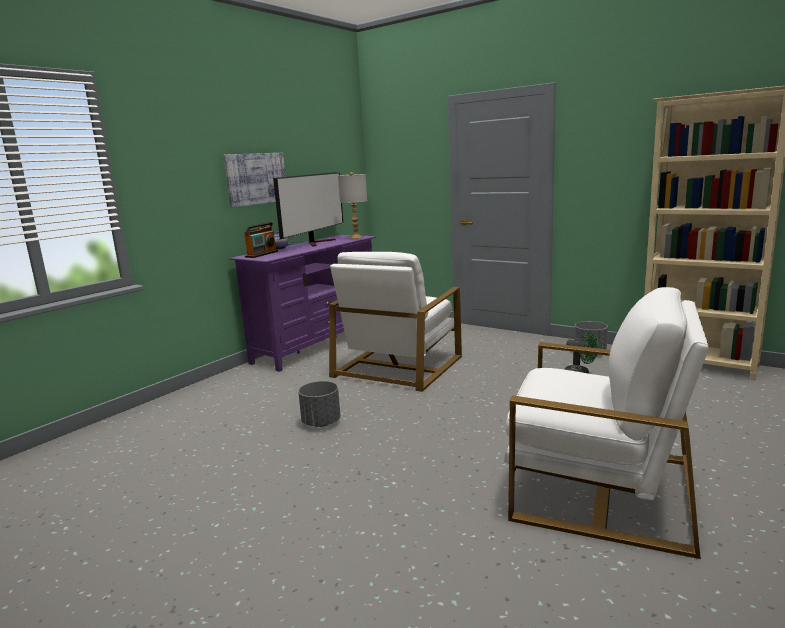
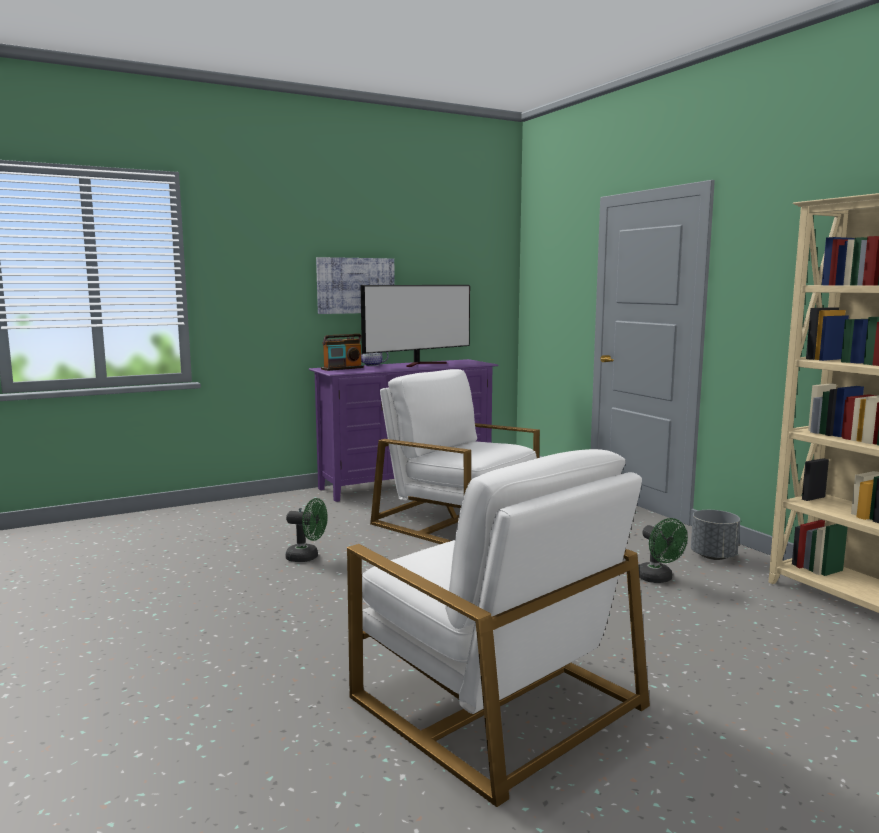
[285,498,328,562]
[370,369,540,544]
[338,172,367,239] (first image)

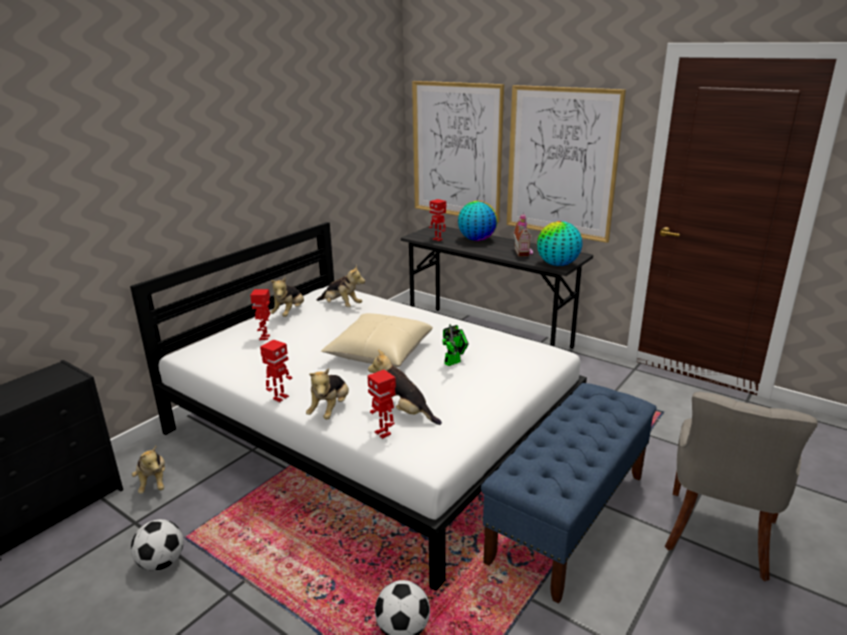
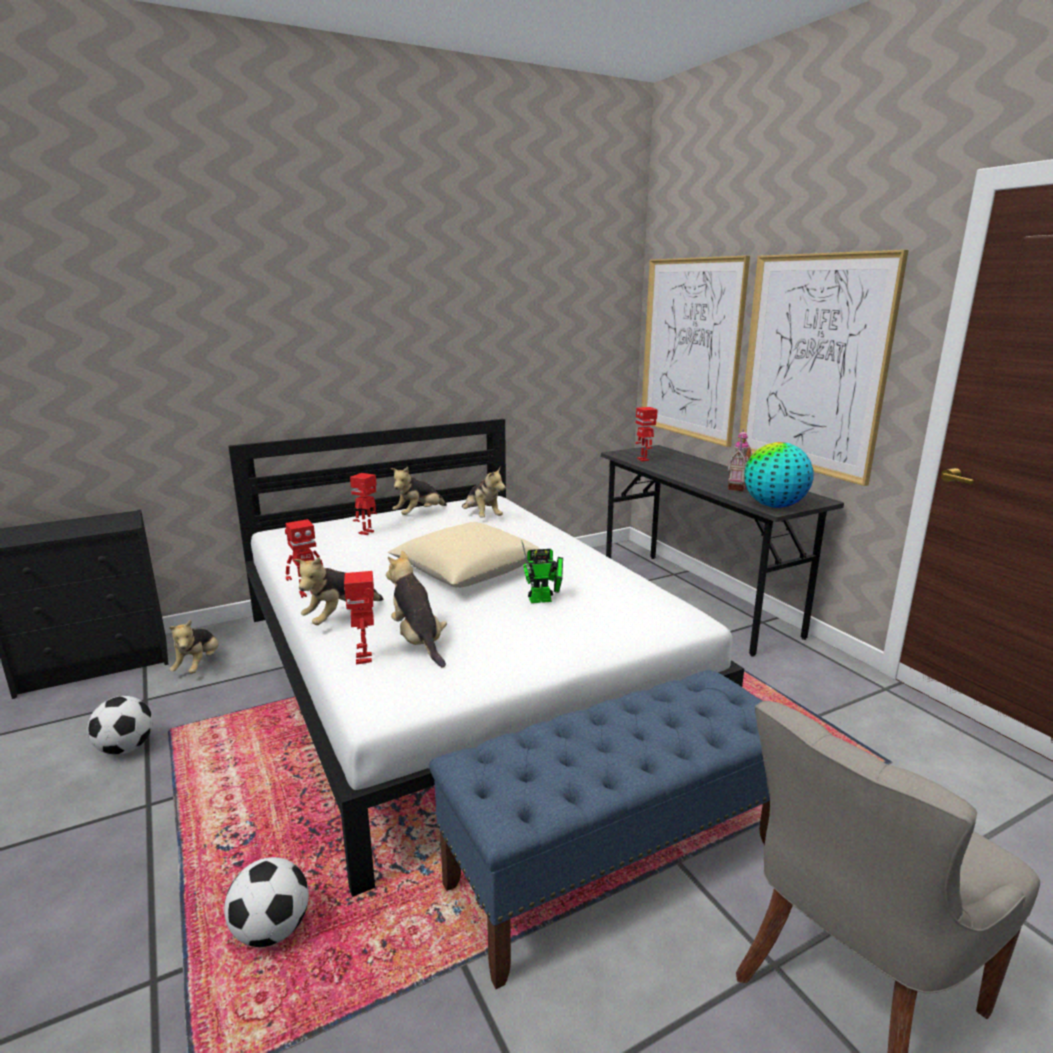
[458,201,498,241] (first image)

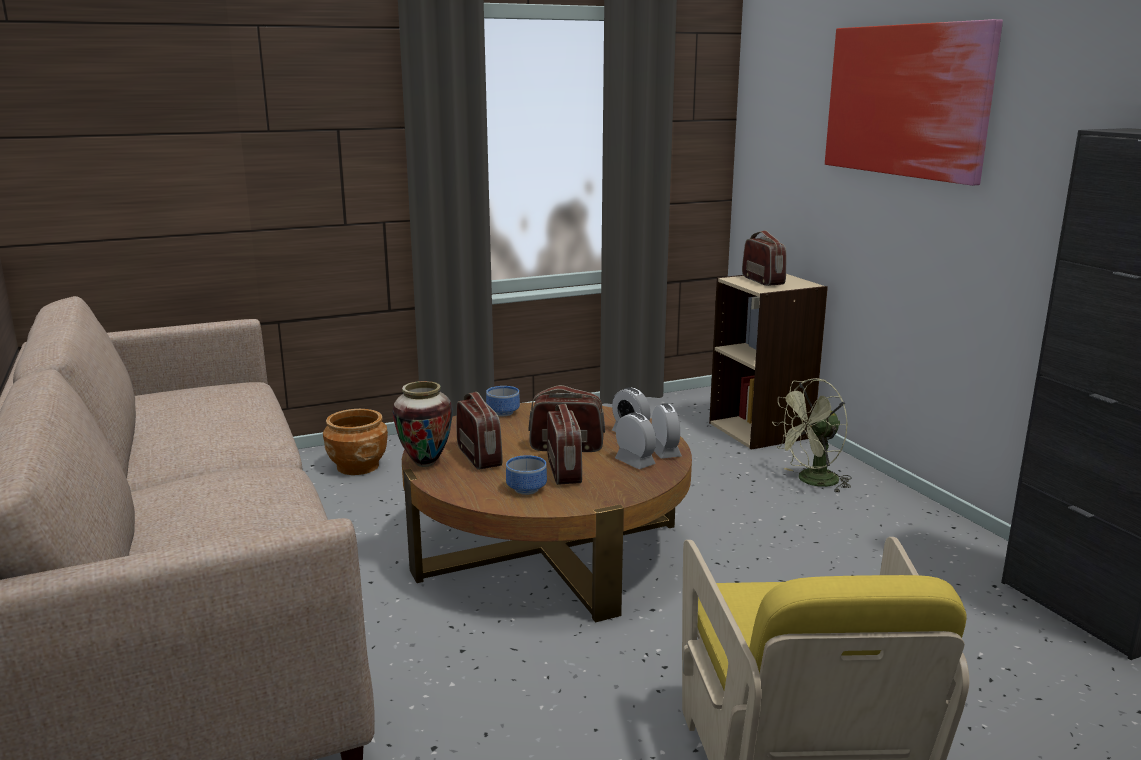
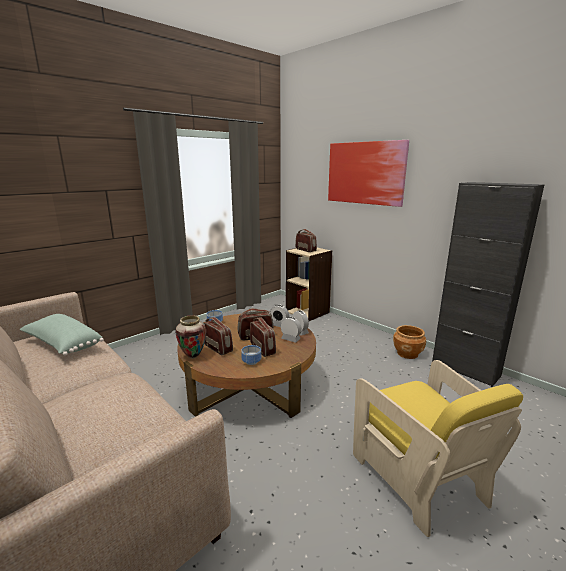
[393,325,426,359]
[772,378,851,493] (first image)
[20,314,104,356]

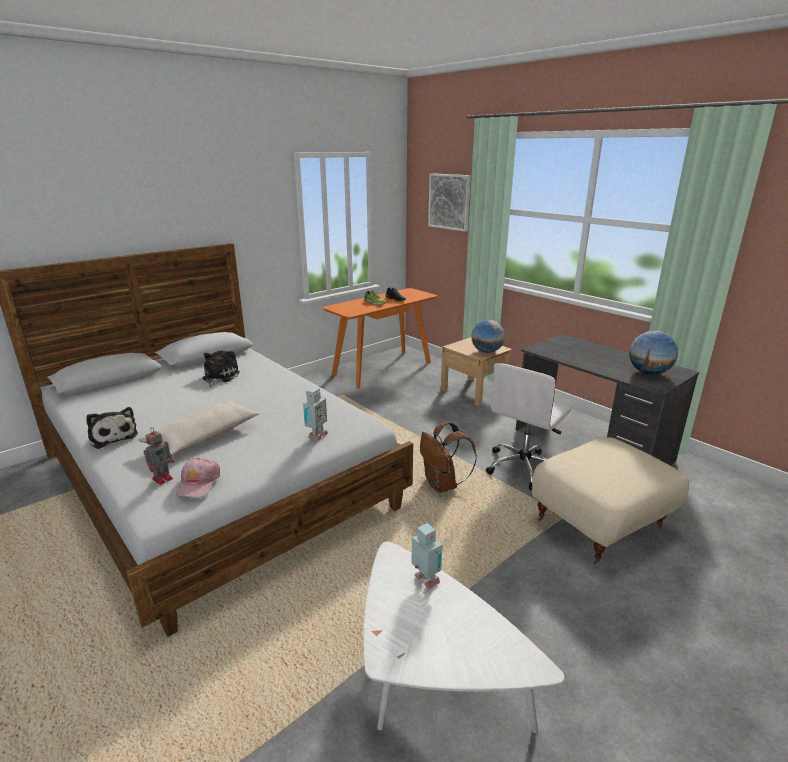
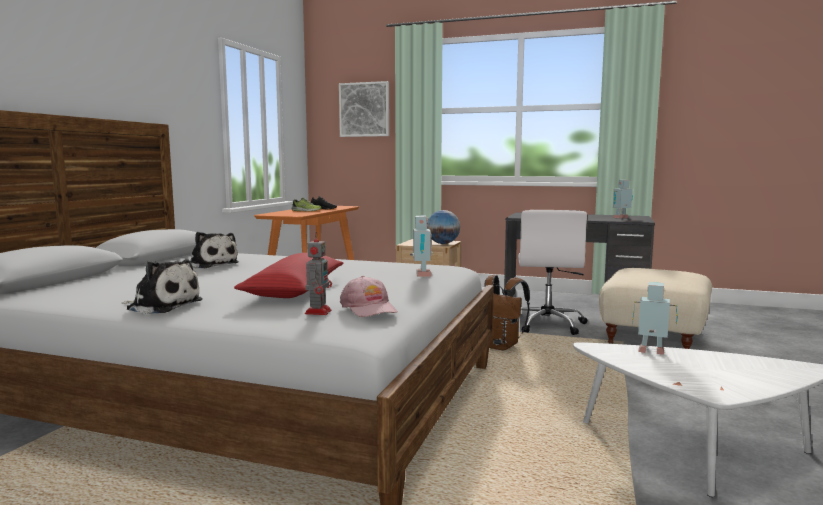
[234,253,343,298]
[190,232,239,268]
[612,180,633,218]

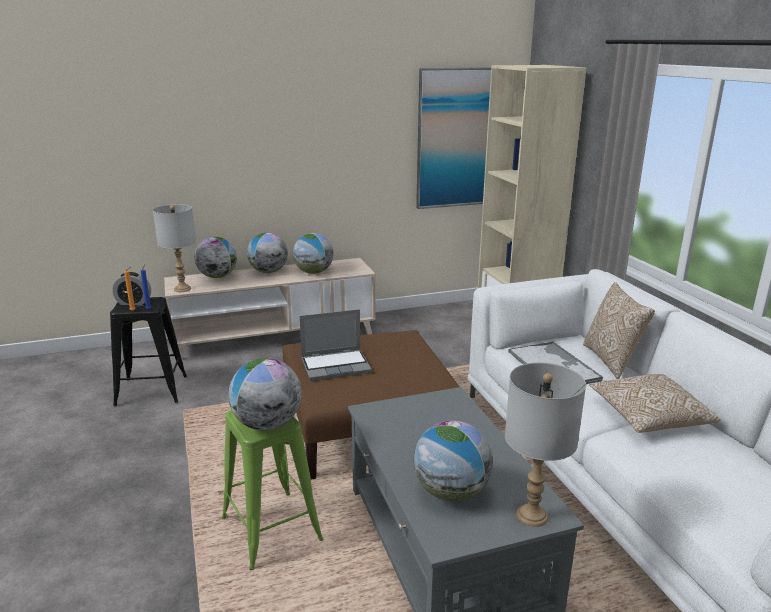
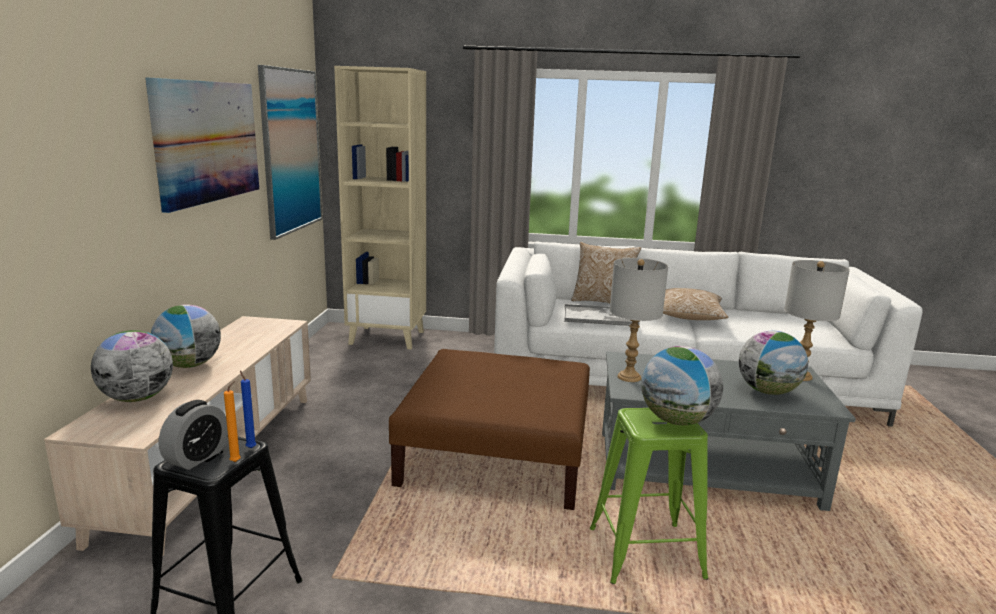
[609,258,668,382]
[293,233,333,274] (first image)
[300,309,372,381] (first image)
[145,78,259,213]

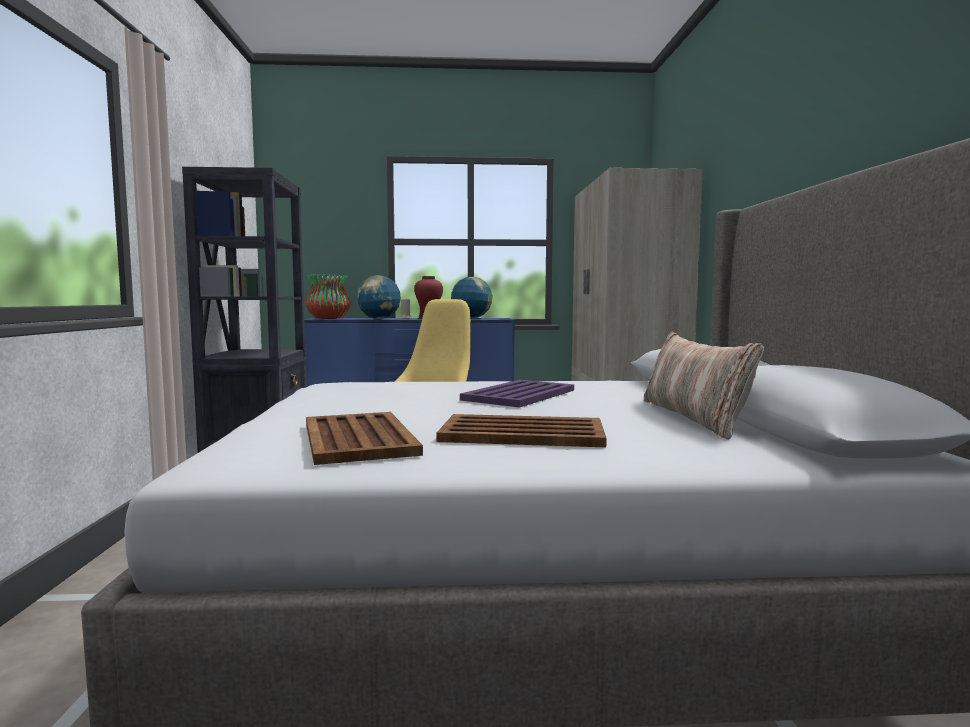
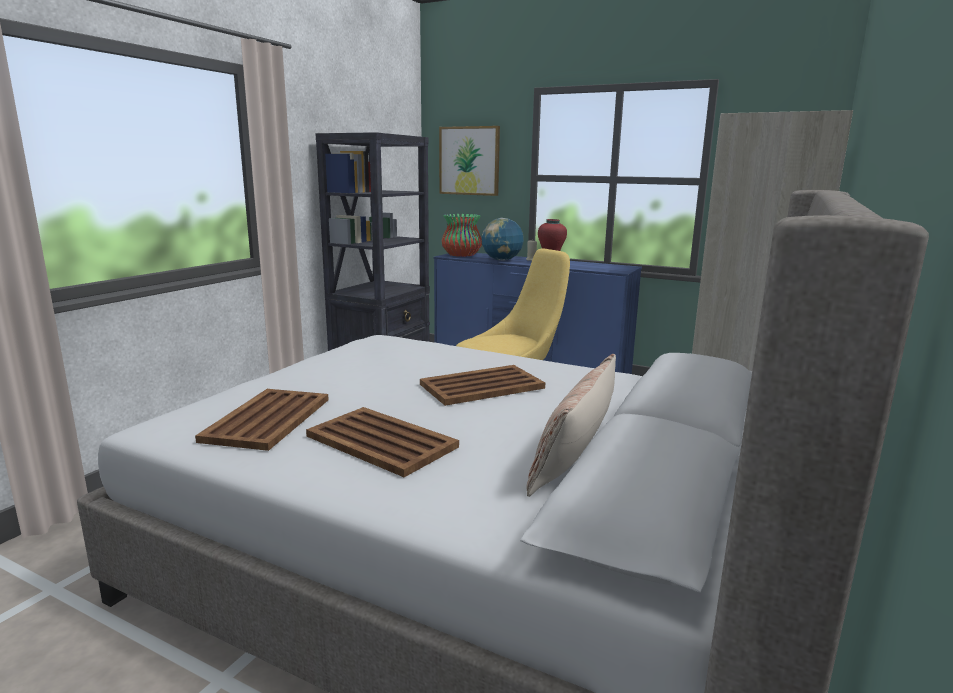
[451,277,492,318] (first image)
[420,365,545,406]
[439,126,500,196]

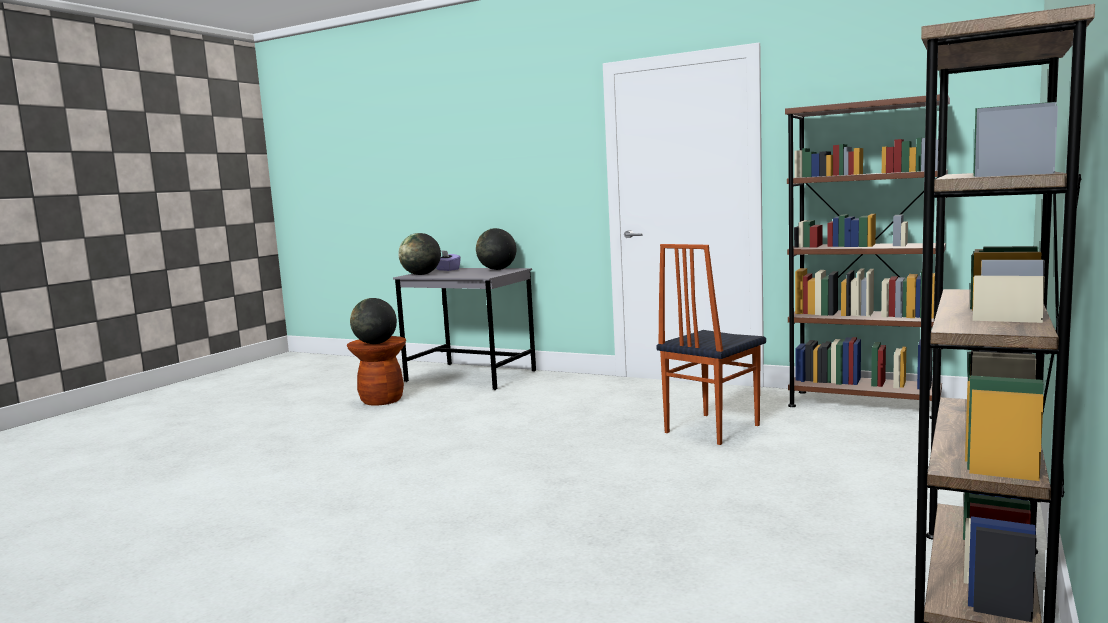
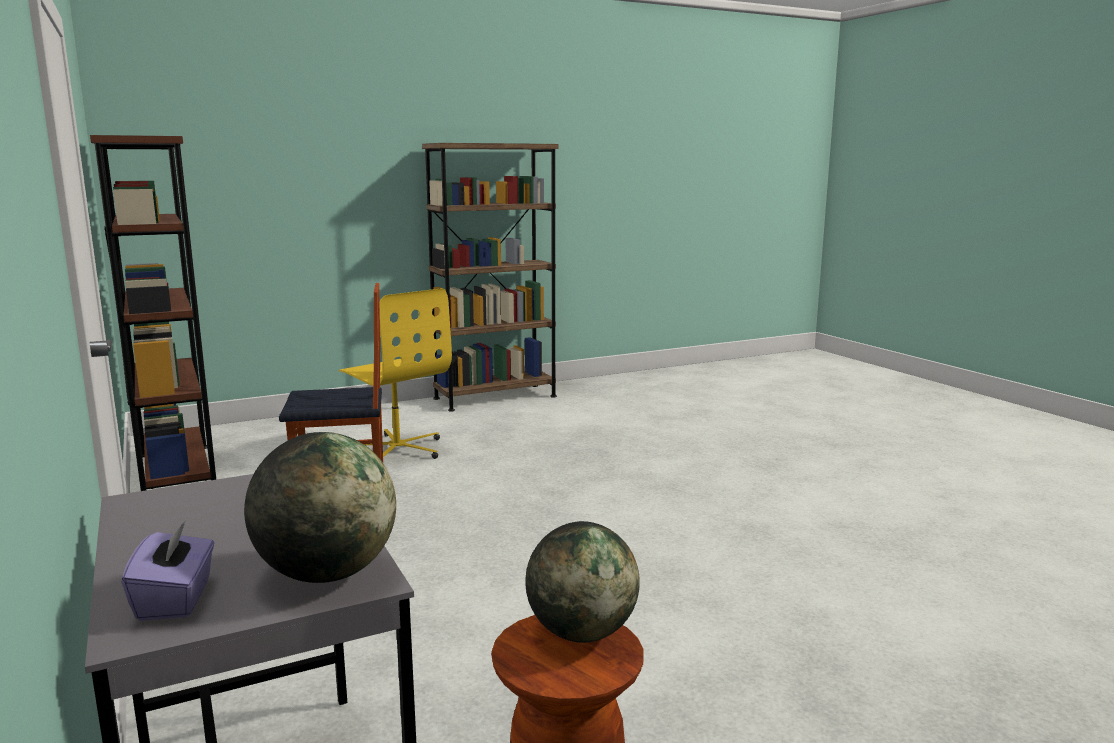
[476,228,516,270] (first image)
[339,288,452,459]

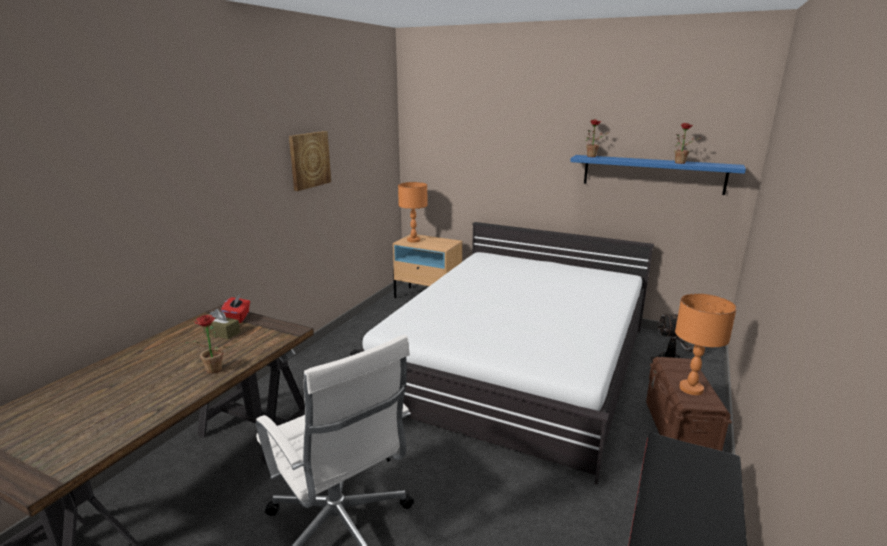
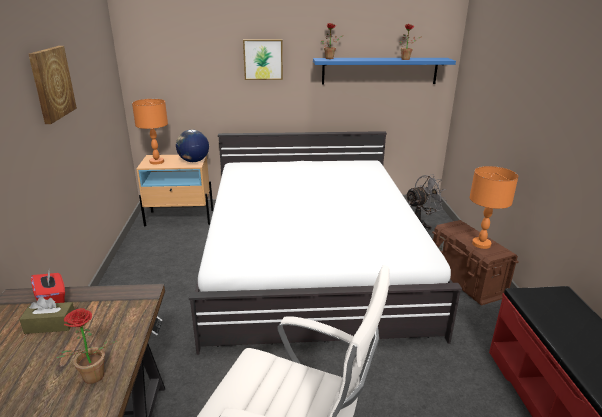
[176,130,209,162]
[243,39,283,80]

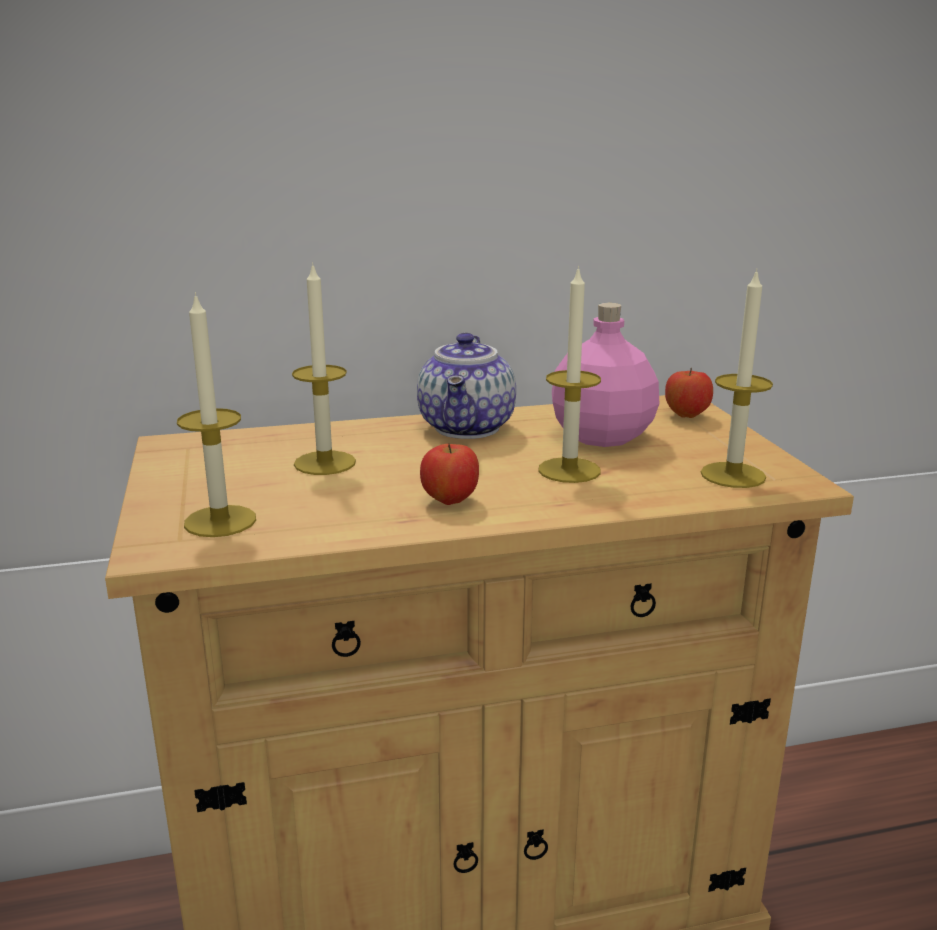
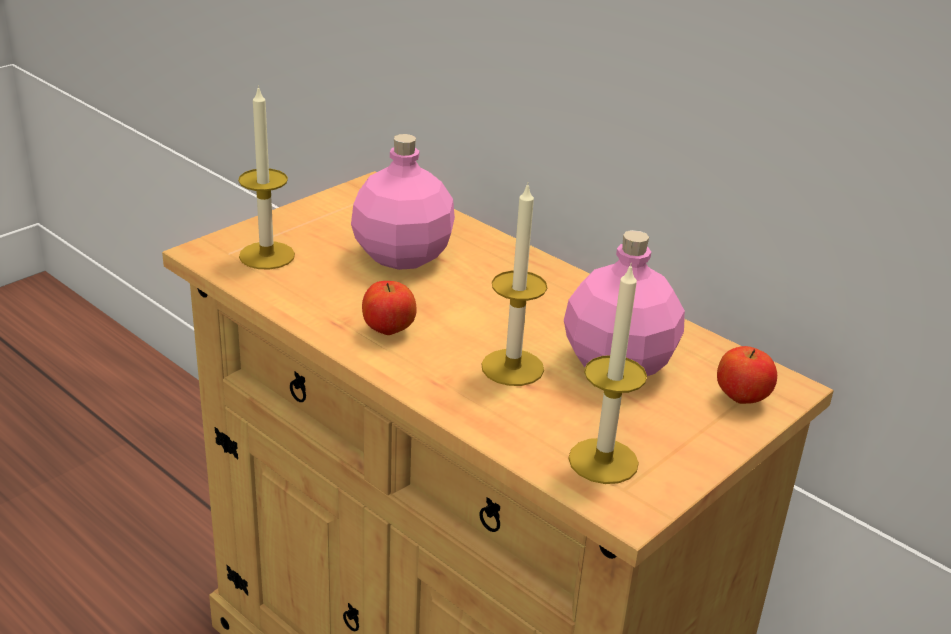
[351,134,455,270]
[417,333,516,439] (first image)

